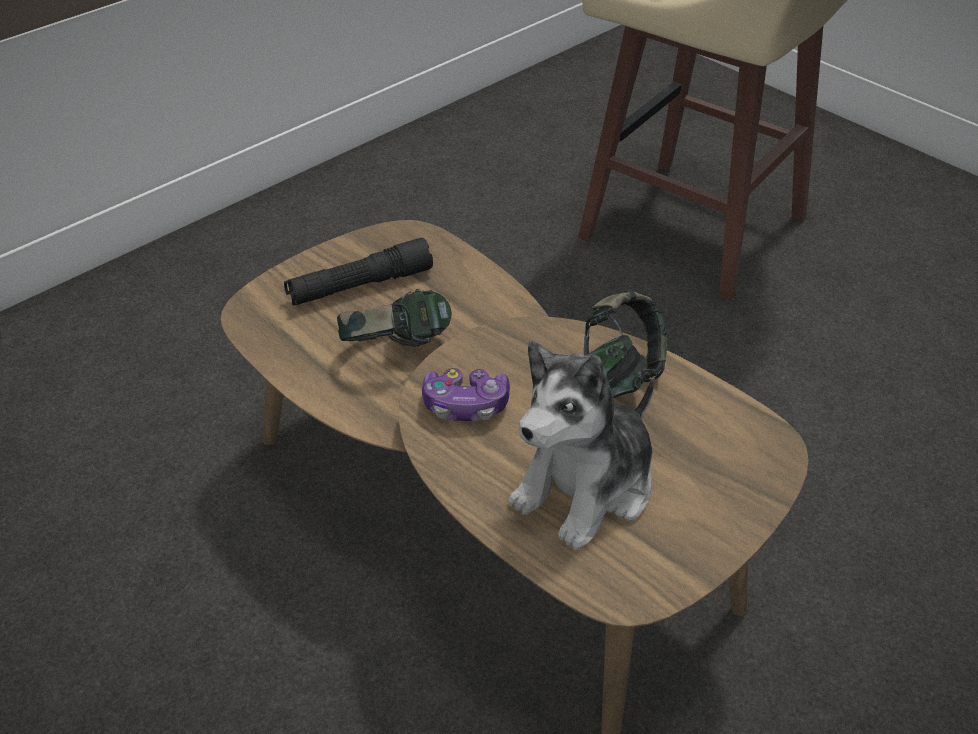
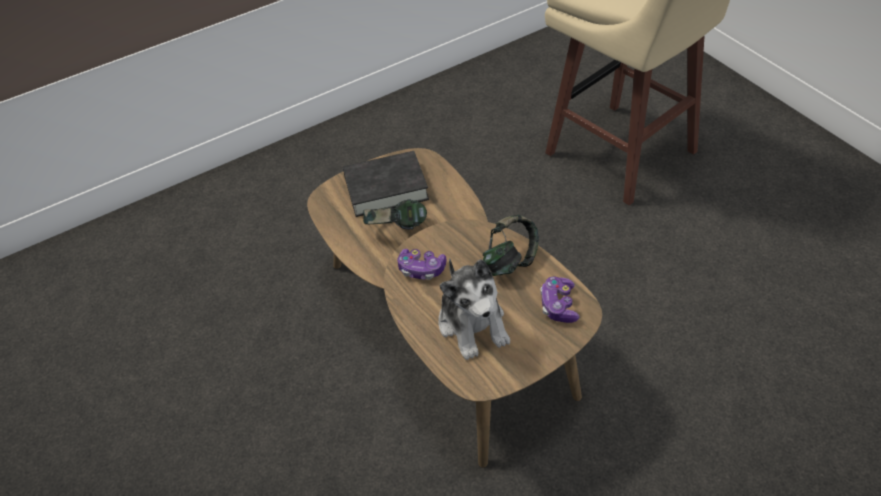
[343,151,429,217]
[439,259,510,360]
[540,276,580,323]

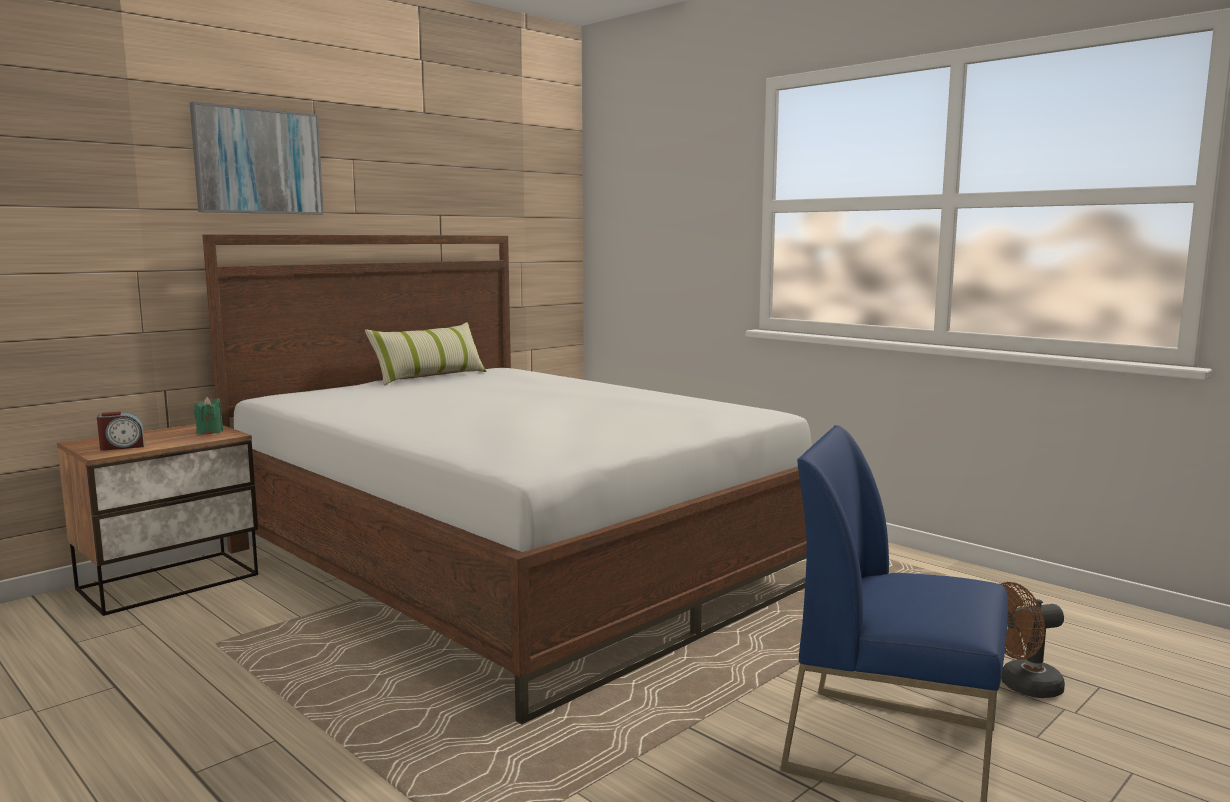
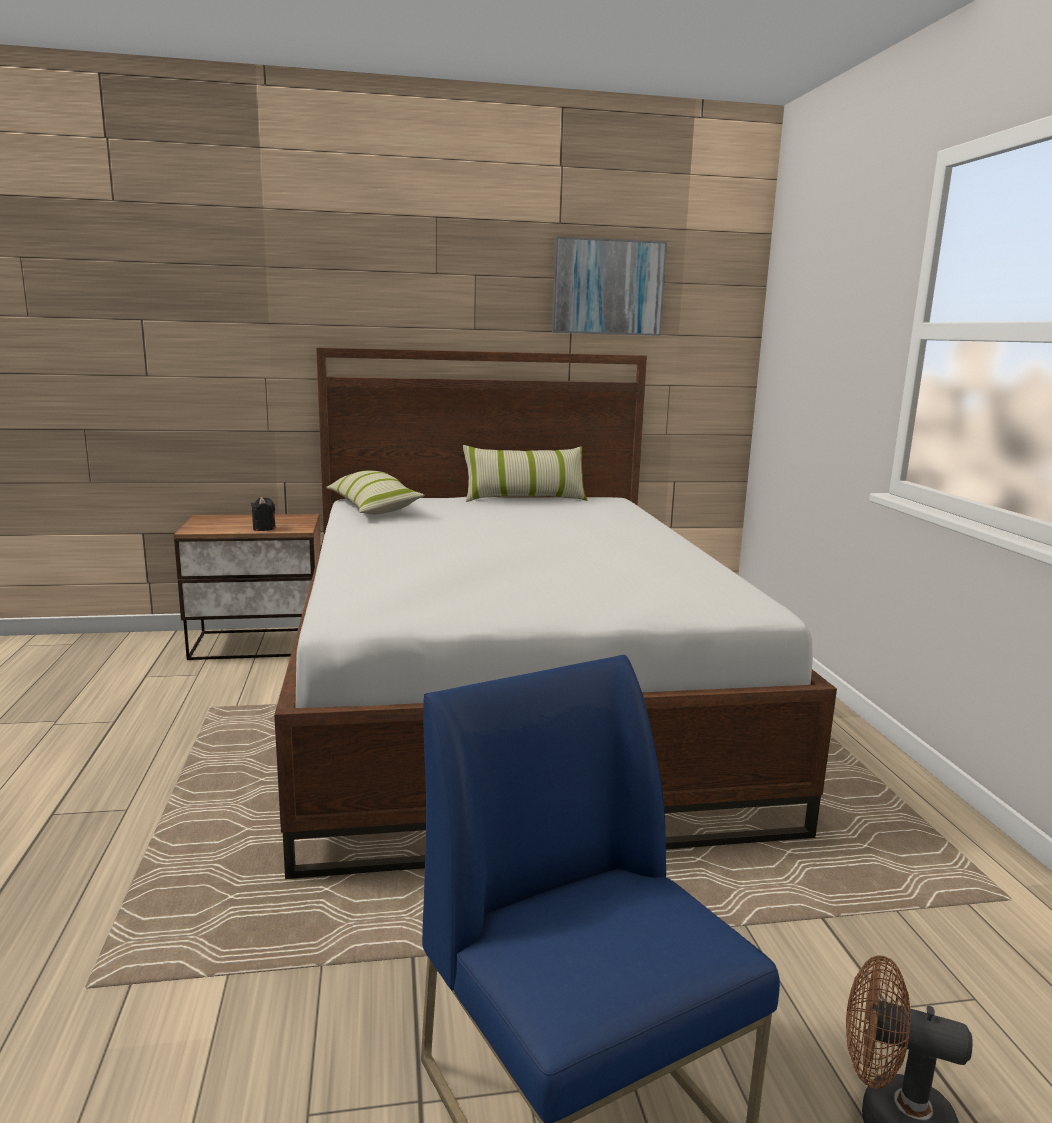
[97,412,145,450] (first image)
[552,236,667,336]
[194,397,223,435] (first image)
[251,497,276,531]
[326,470,425,515]

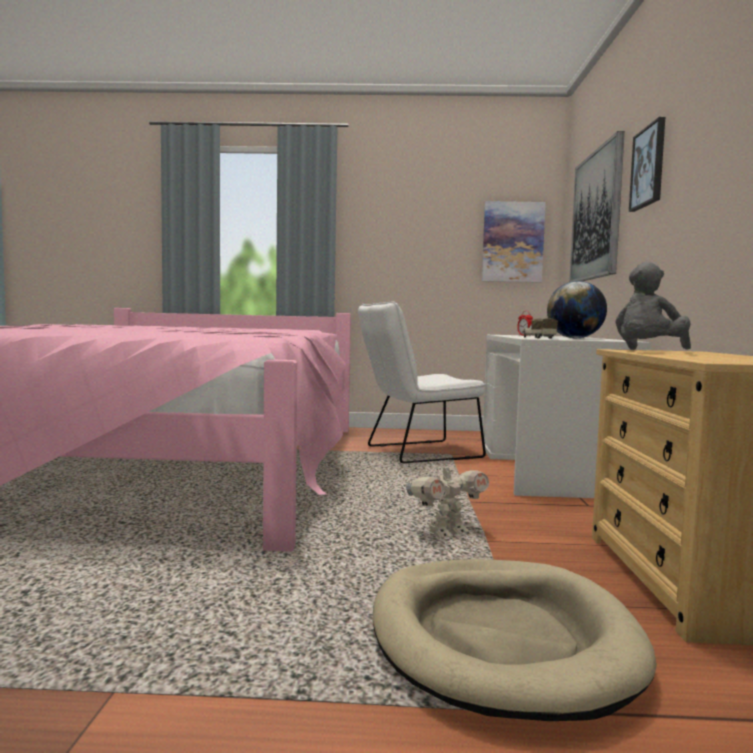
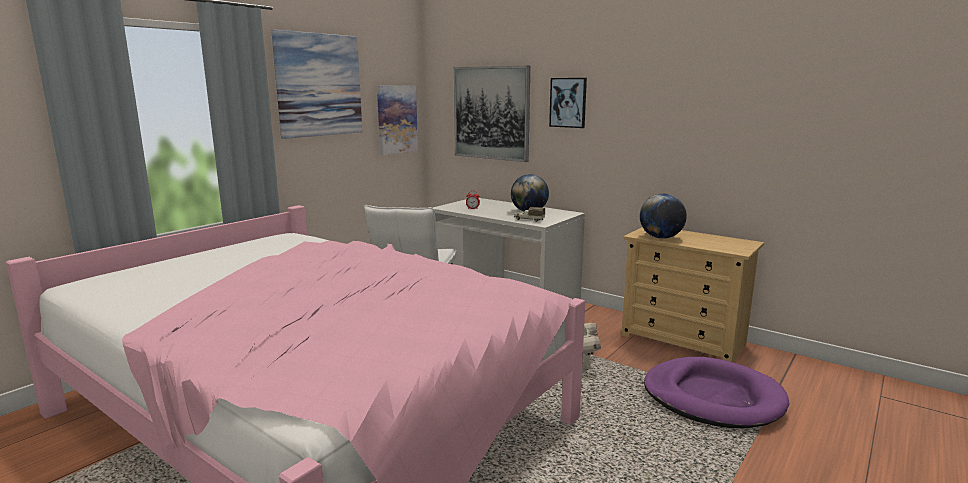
[644,357,789,428]
[640,194,687,239]
[271,30,362,139]

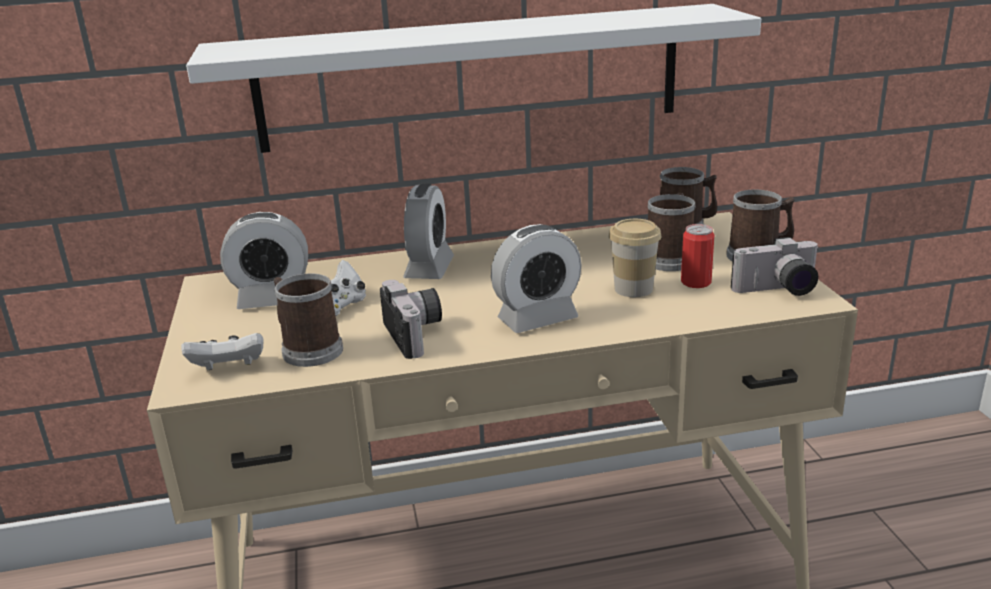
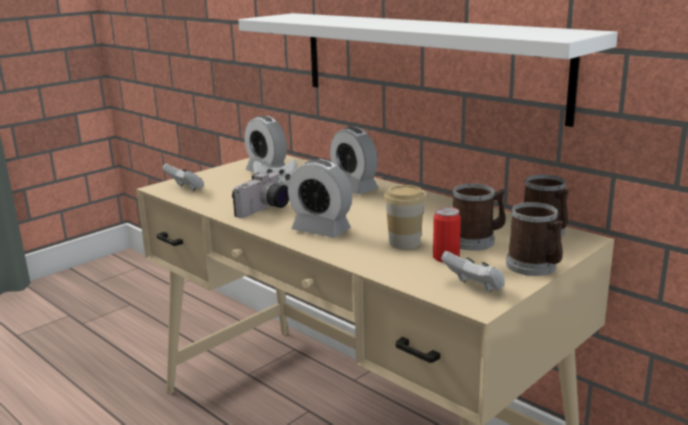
[274,273,343,367] (first image)
[330,127,378,194]
[441,251,505,292]

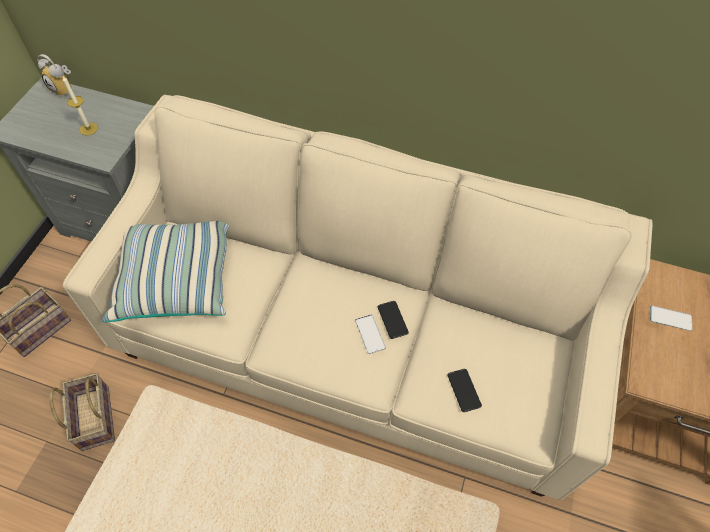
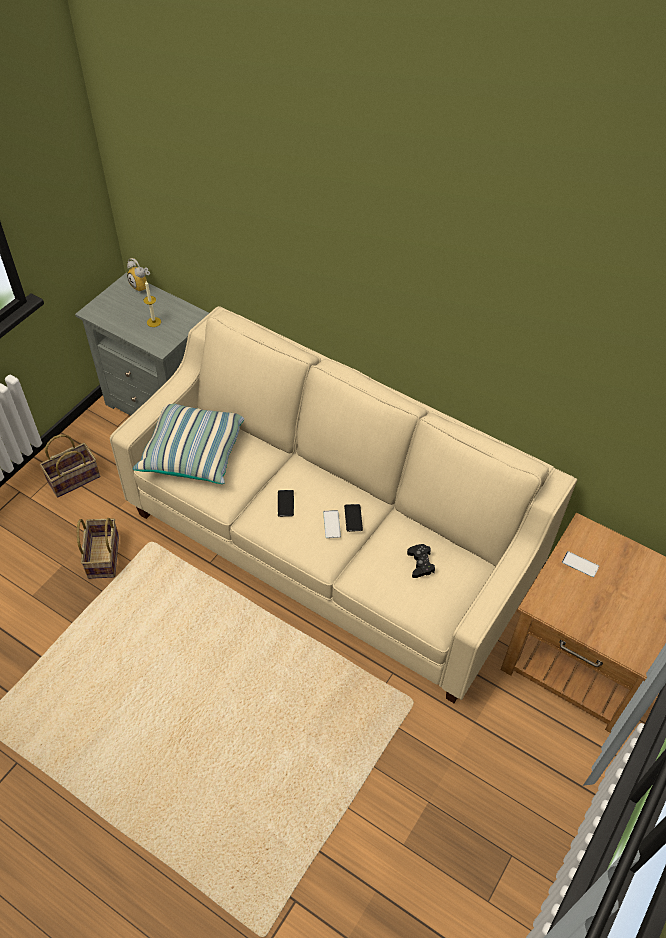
[278,490,294,517]
[407,544,435,578]

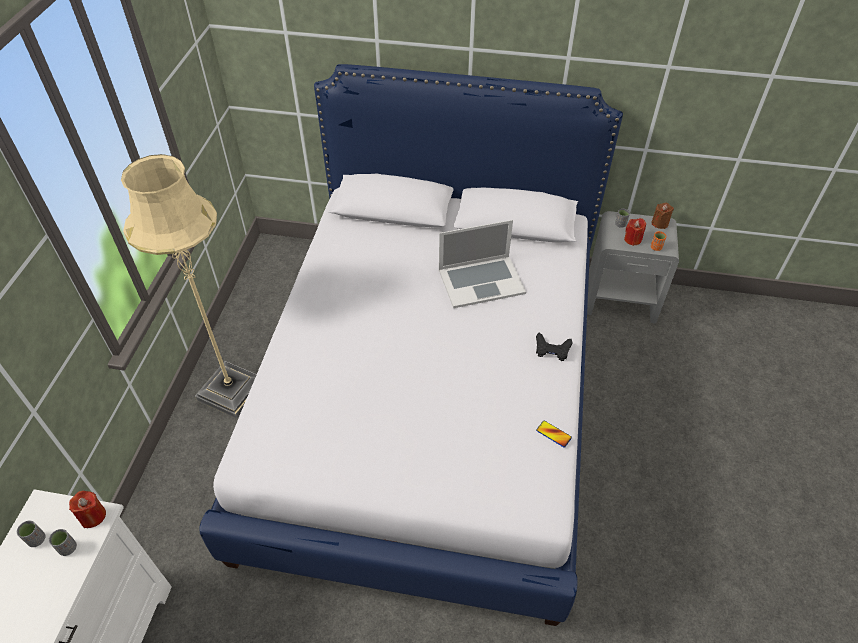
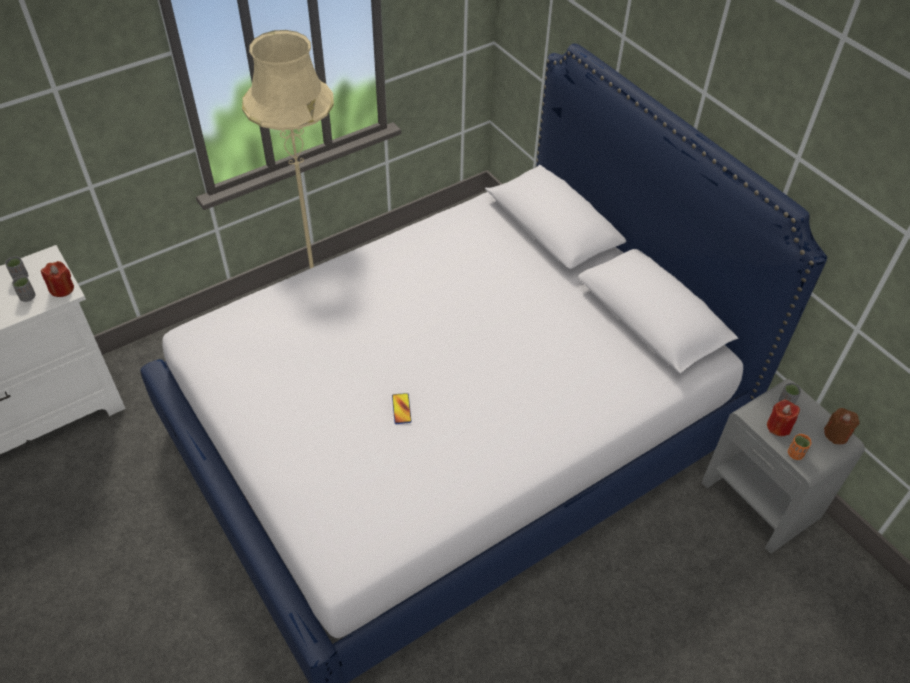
[439,220,526,308] (first image)
[536,333,573,361] (first image)
[392,393,411,424]

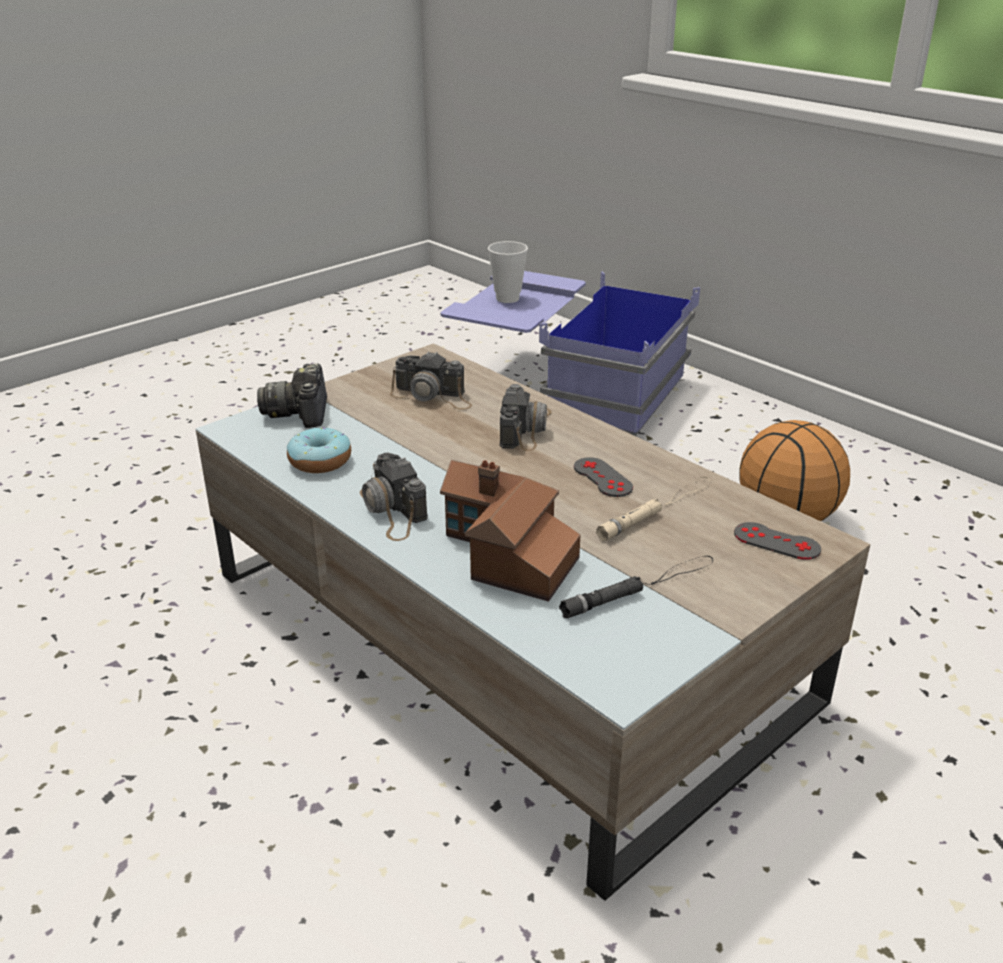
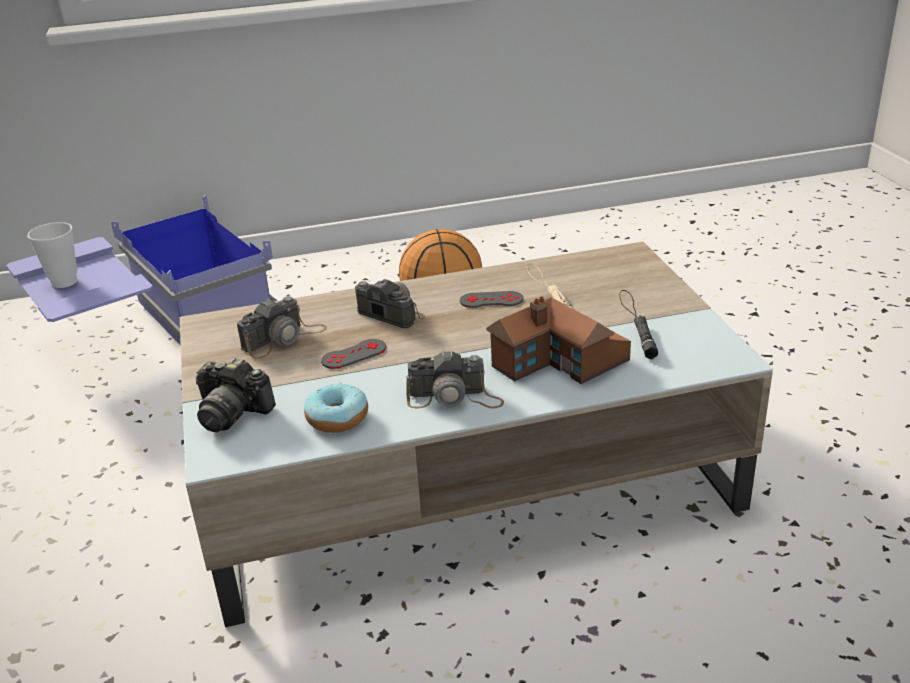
[321,339,386,369]

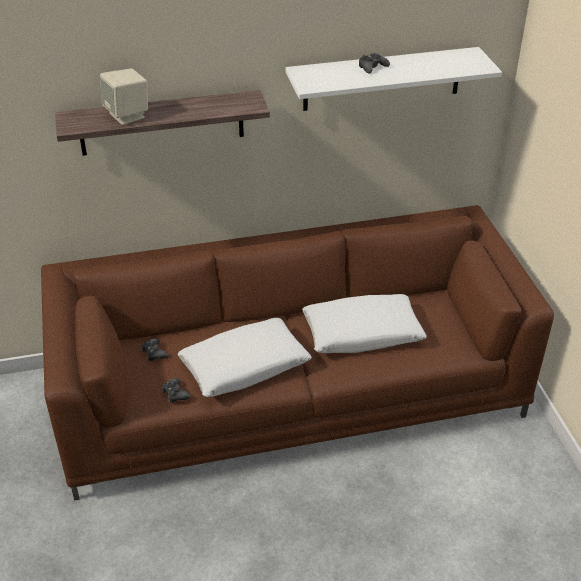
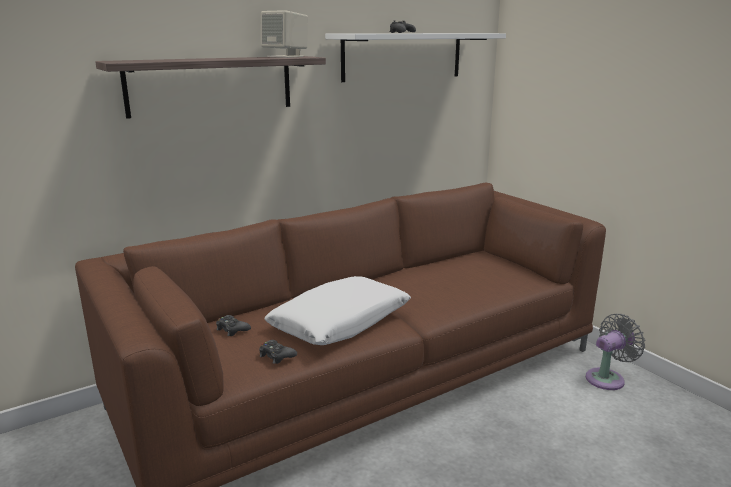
[261,10,308,58]
[302,294,427,353] (first image)
[586,314,645,390]

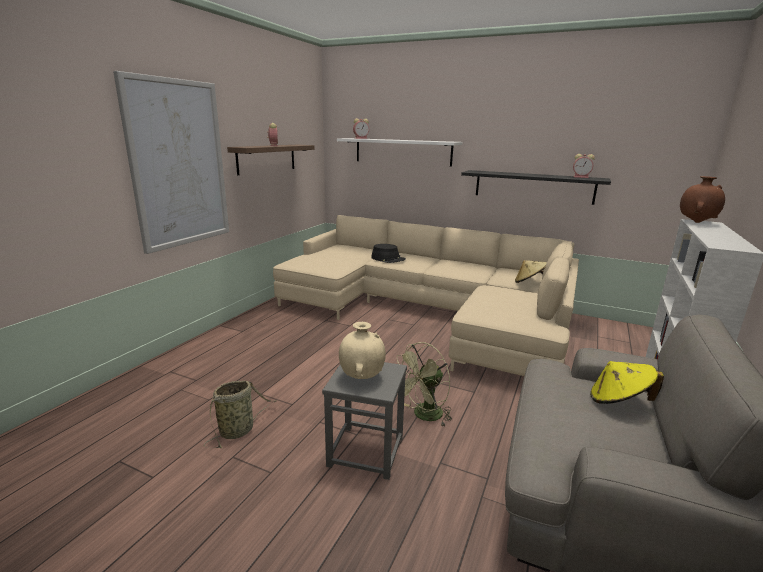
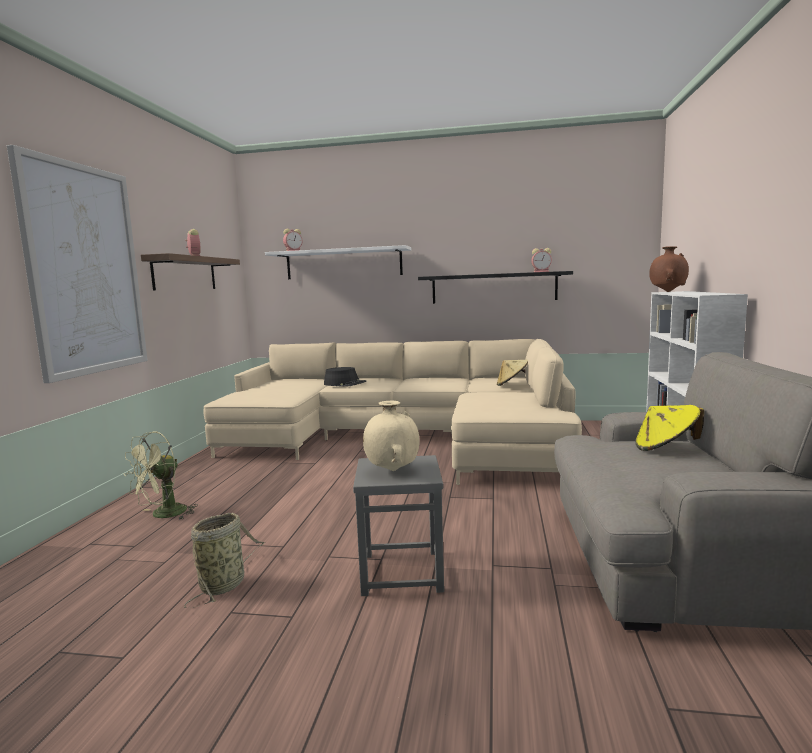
[124,431,198,519]

